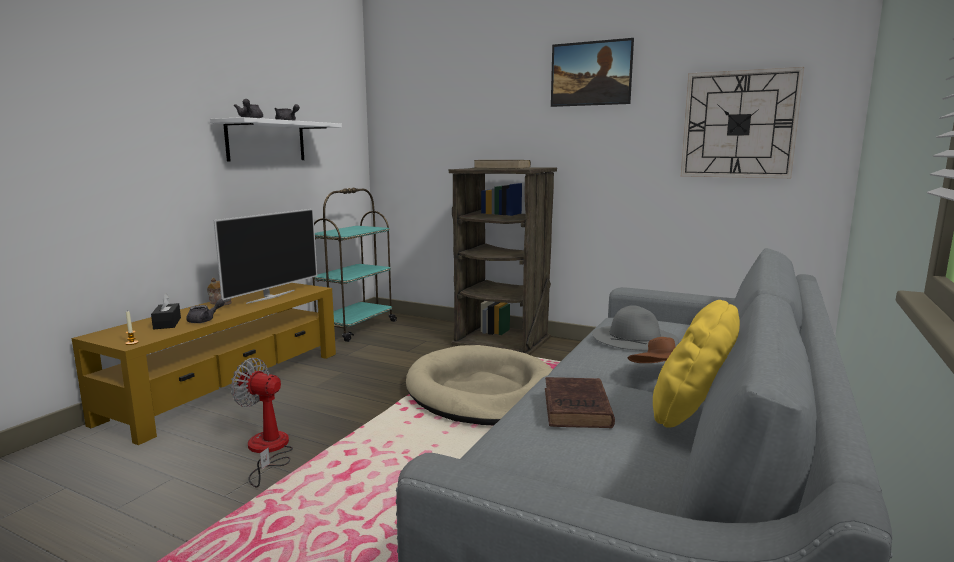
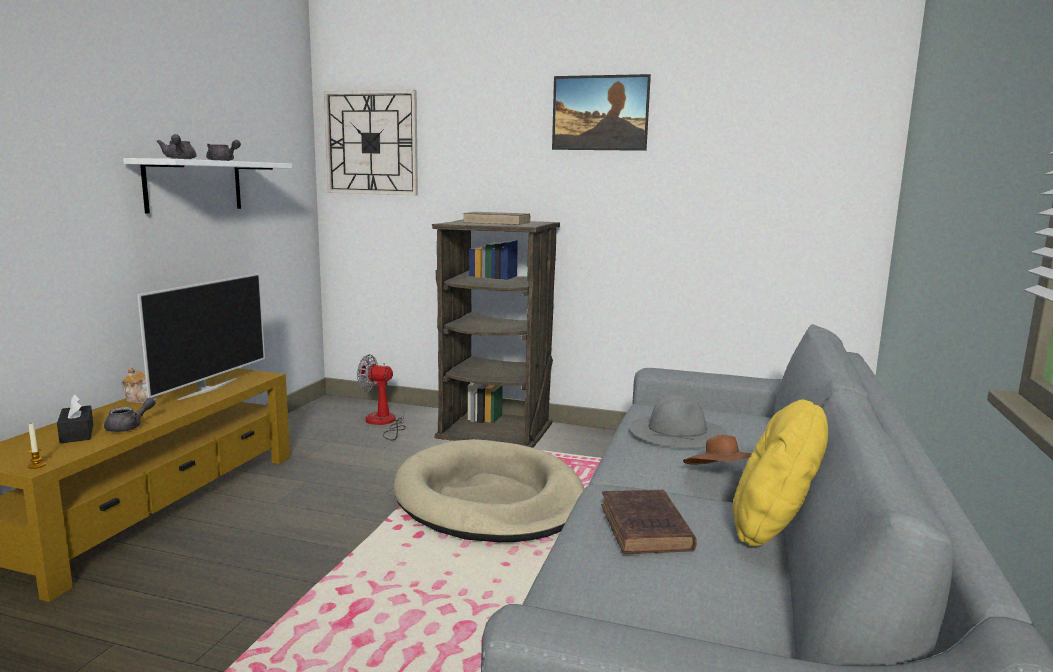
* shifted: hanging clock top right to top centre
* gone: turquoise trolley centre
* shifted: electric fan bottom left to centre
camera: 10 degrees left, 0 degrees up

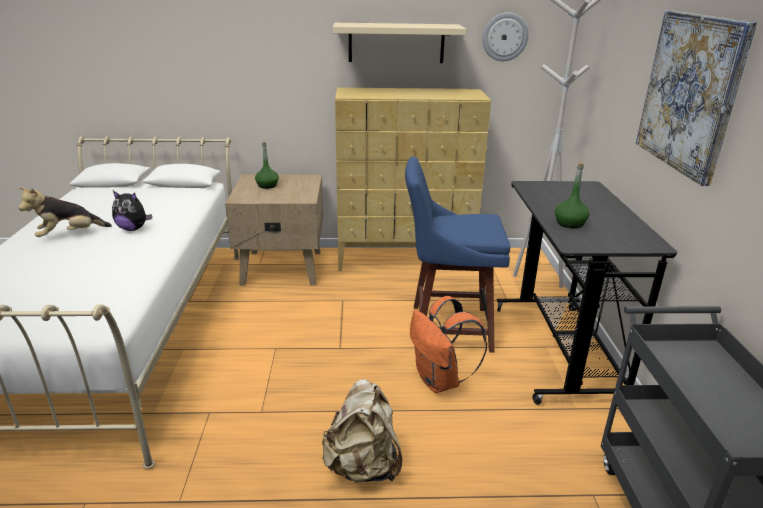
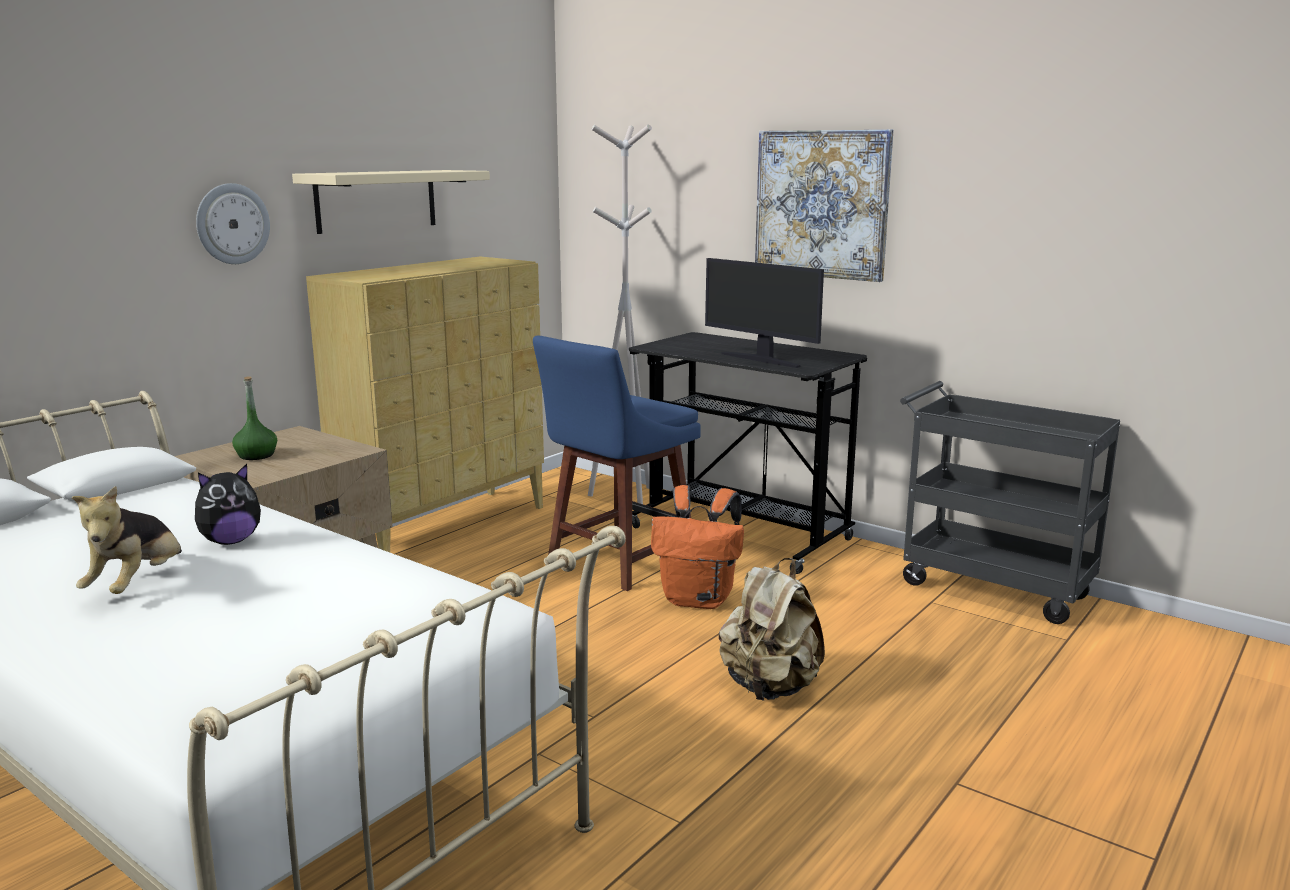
* shifted: hanging clock top centre to top left
* swapped: green bottle (no. 2 from left) middle right to computer screen centre
camera: 50 degrees left, 10 degrees down

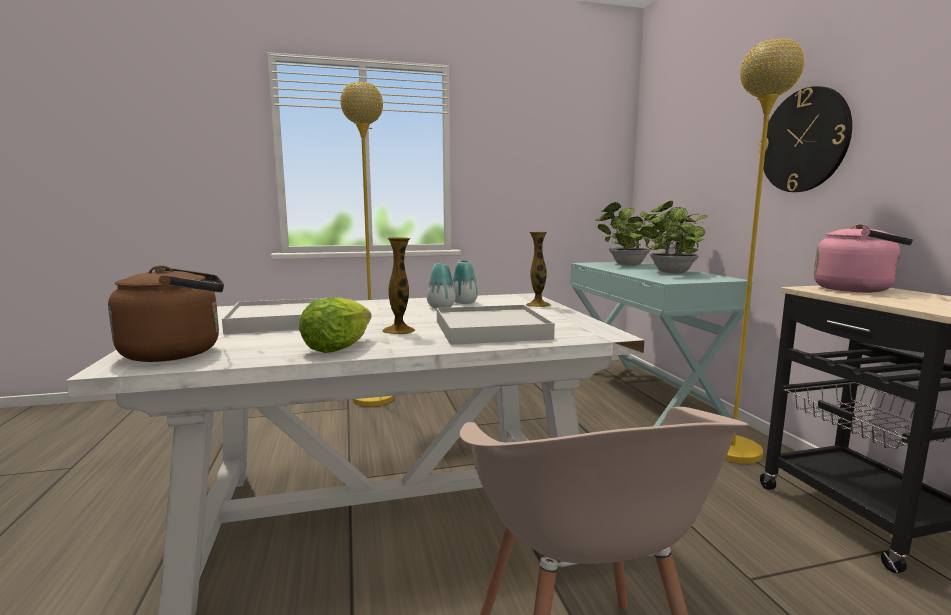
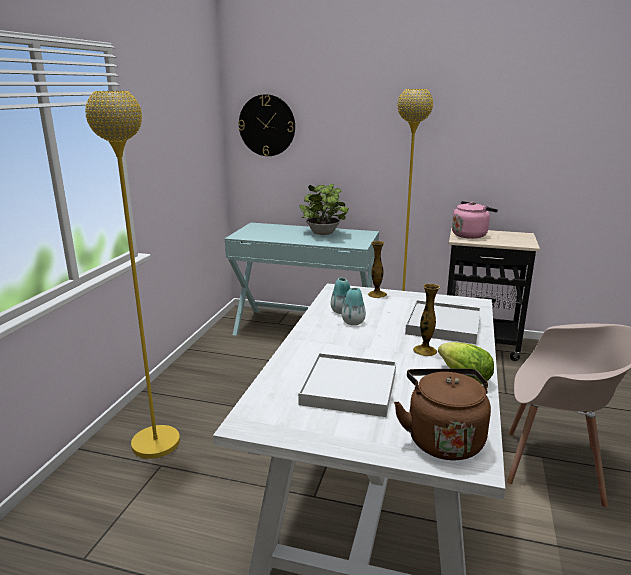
* shifted: hanging clock top right to top centre
* gone: houseplant (no. 1 from left) centre
camera: 60 degrees left, 10 degrees up

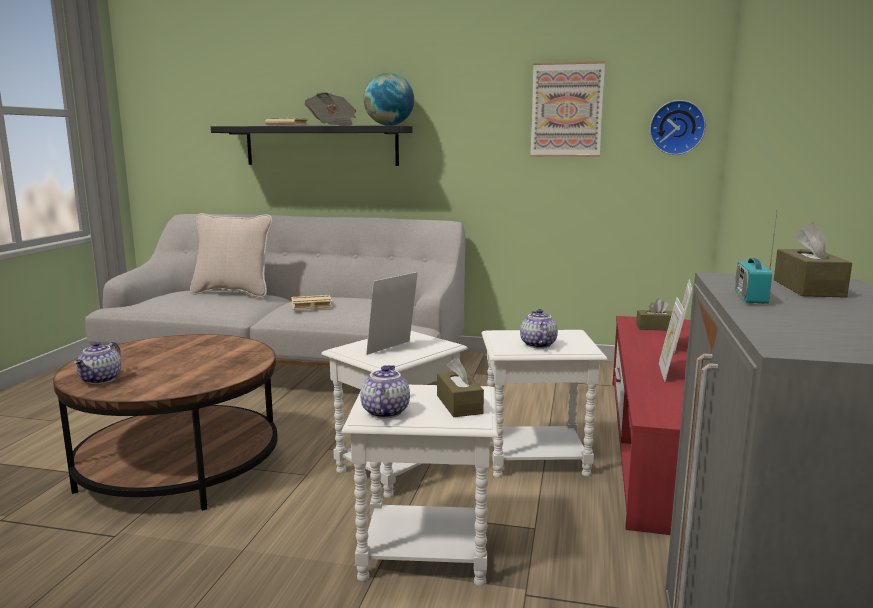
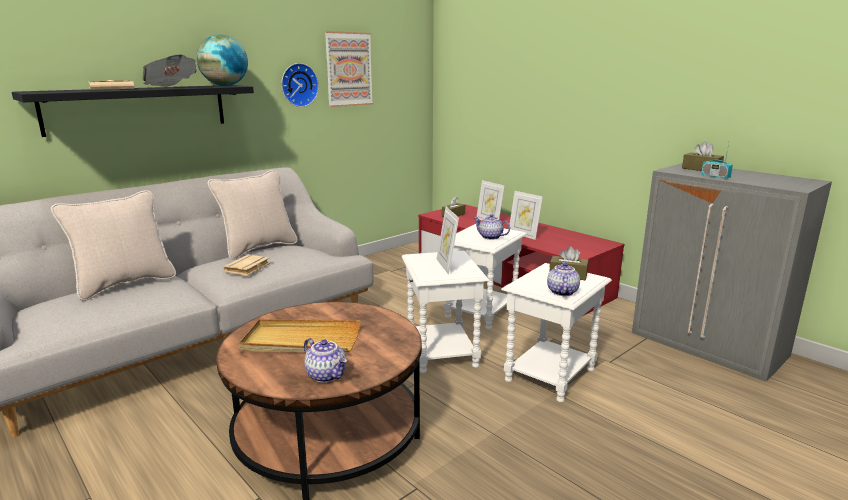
* shifted: hanging clock top right to top centre
* rotated: tea pot (no. 2 from left in the first image) centre = centre 60 degrees clockwise
* new: sand-coloured cushion (no. 2 from left) middle left
* new: sand-coloured serving tray bottom centre
camera: 55 degrees left, 5 degrees up

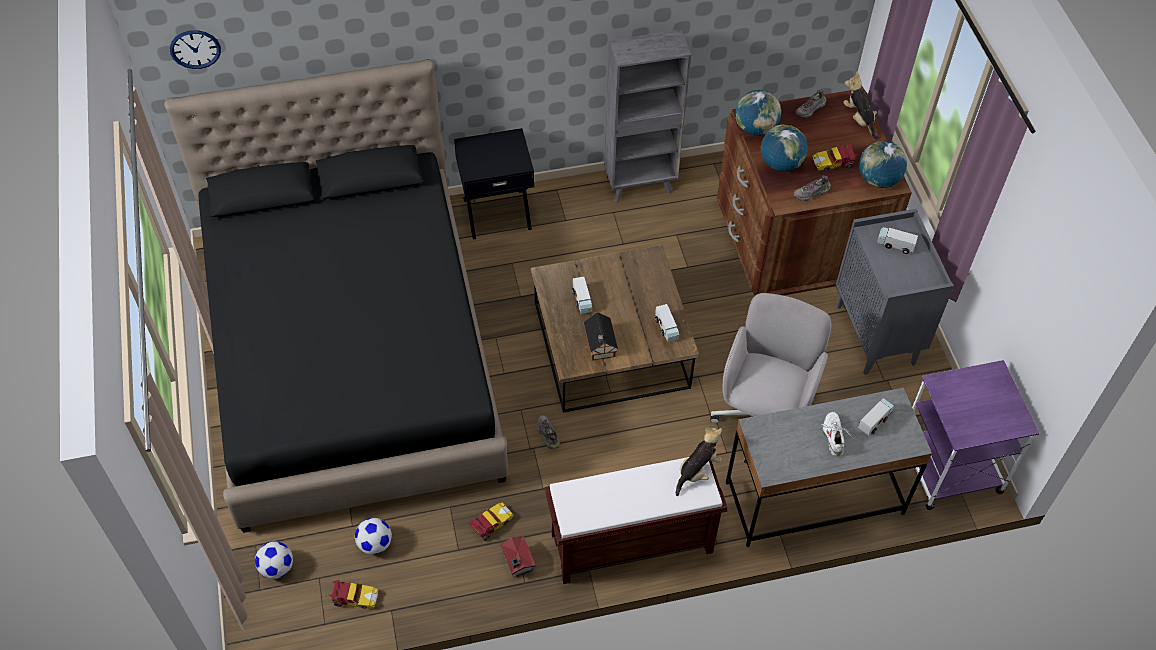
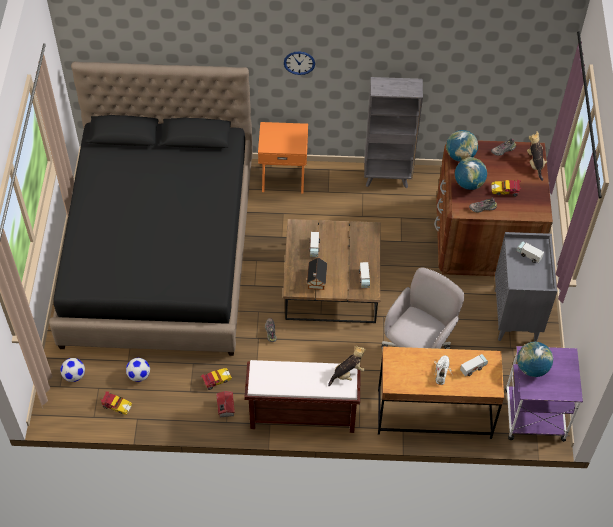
* shifted: hanging clock top left to top centre
* repainted: blackish night table top centre to orange night table top centre
* shifted: globe (no. 3 from left) top right to bottom right
* repainted: gray desk bottom right to brownish desk bottom right
camera: 15 degrees right, 0 degrees up

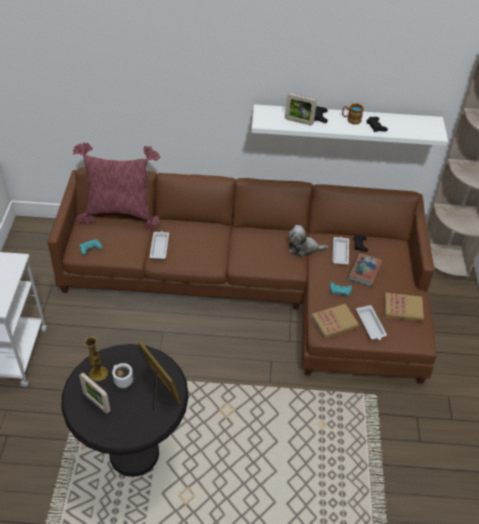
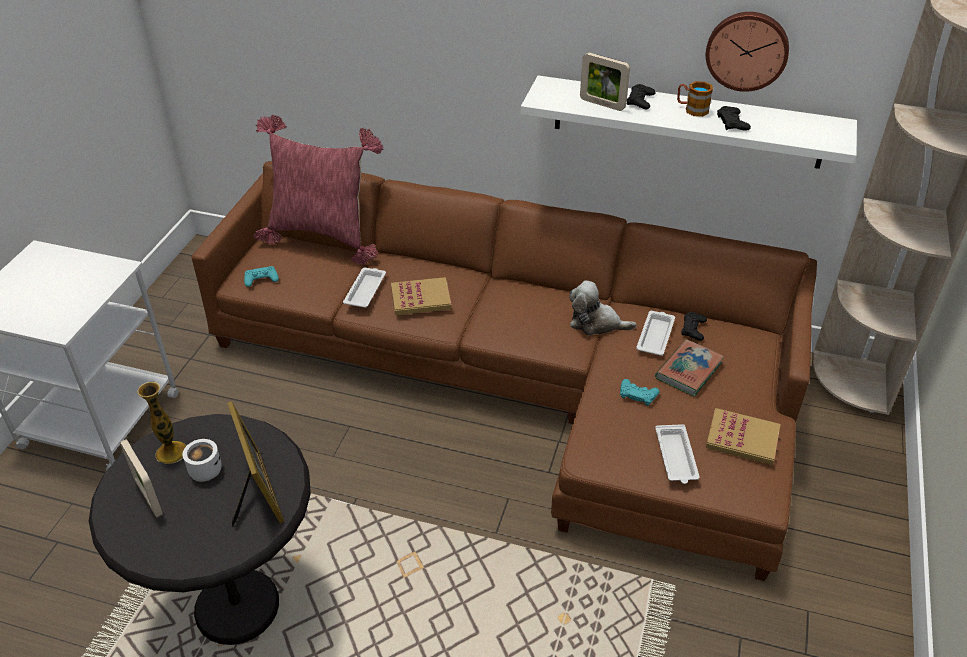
* shifted: bound book (no. 1 from left) middle right to centre
* new: hanging clock top right
camera: 15 degrees right, 5 degrees down

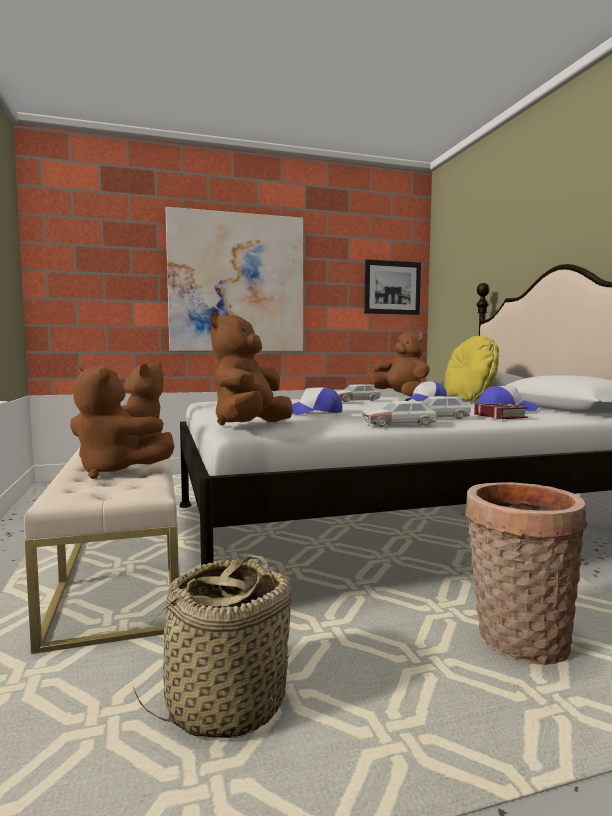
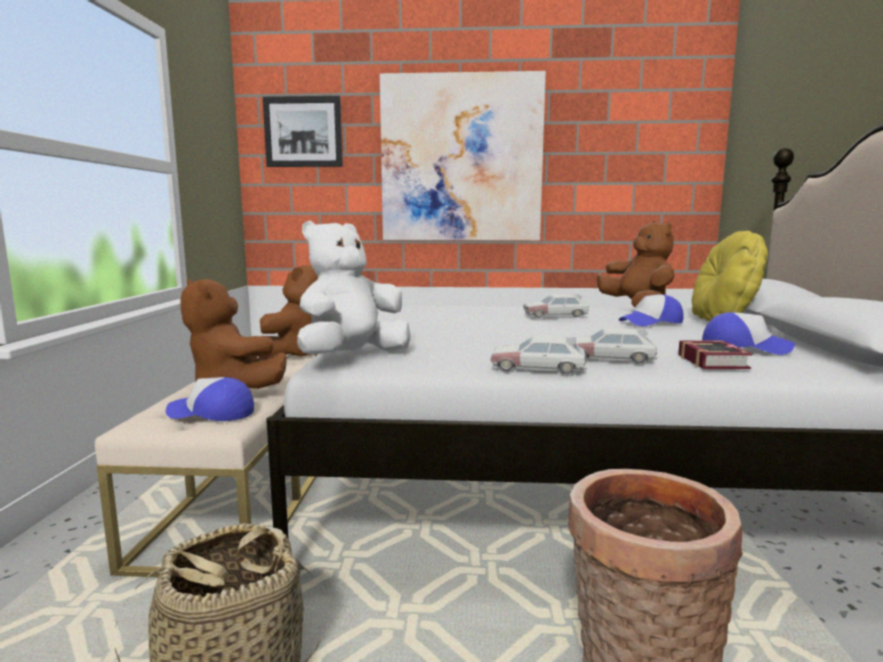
* shifted: wall picture (no. 2 from left in the first image) centre to wall picture (no. 1 from left) top centre
* repainted: brownish cuddly toy (no. 3 from left) centre to whitish cuddly toy centre
* shifted: peaked cap (no. 1 from left) centre to middle left
camera: 20 degrees right, 5 degrees up

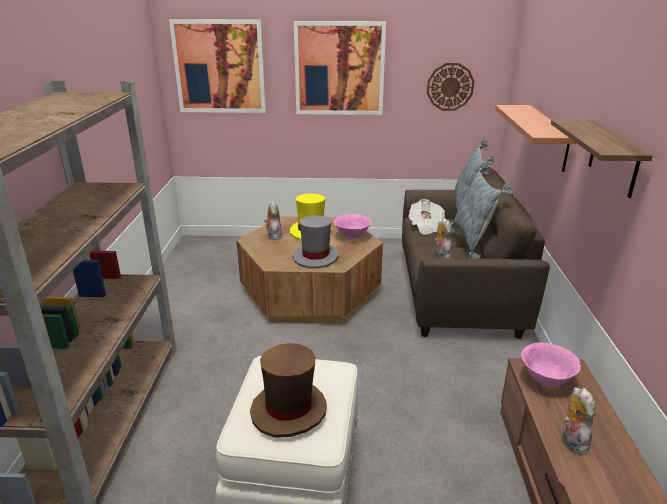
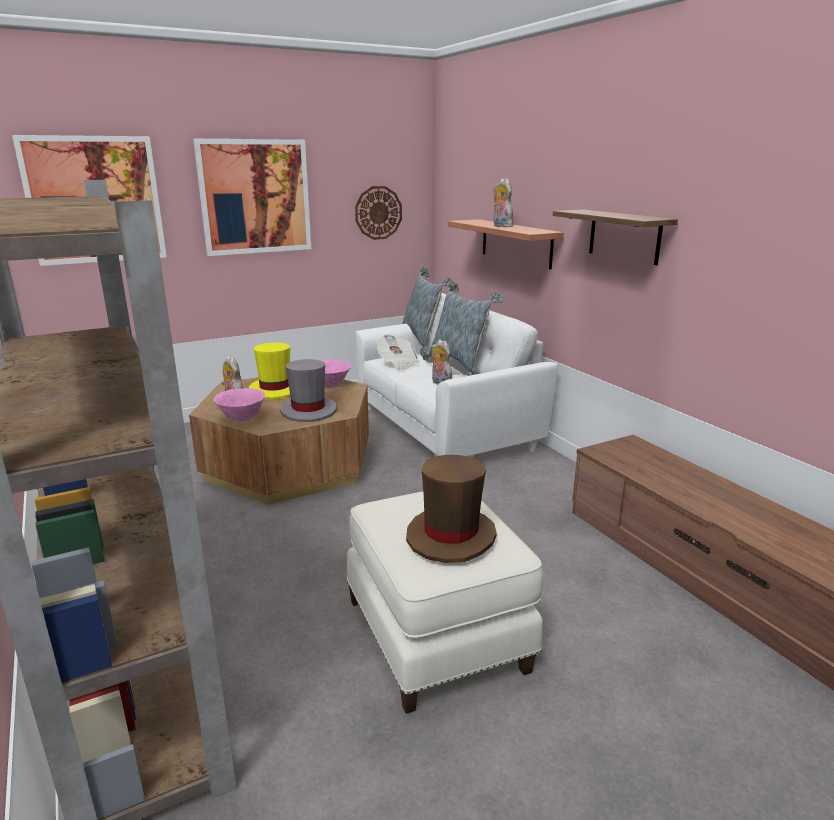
* repainted: brownish couch middle right to whitish couch centre
* shifted: pinkish bowl (no. 2 from left in the first image) bottom right to pinkish bowl (no. 1 from left) middle left
* shifted: cuddly toy (no. 3 from left) bottom right to top centre
camera: 30 degrees left, 5 degrees down

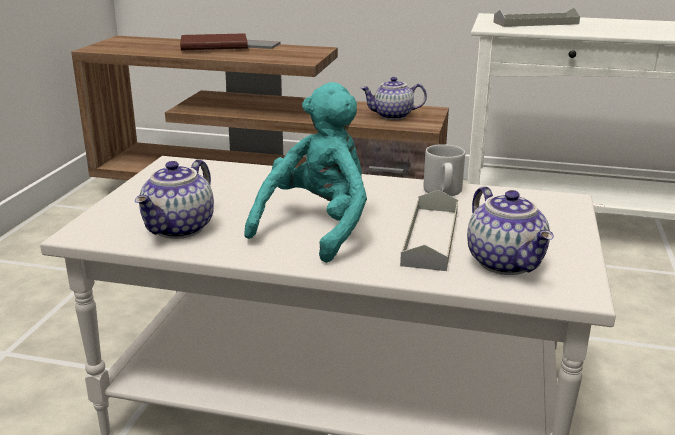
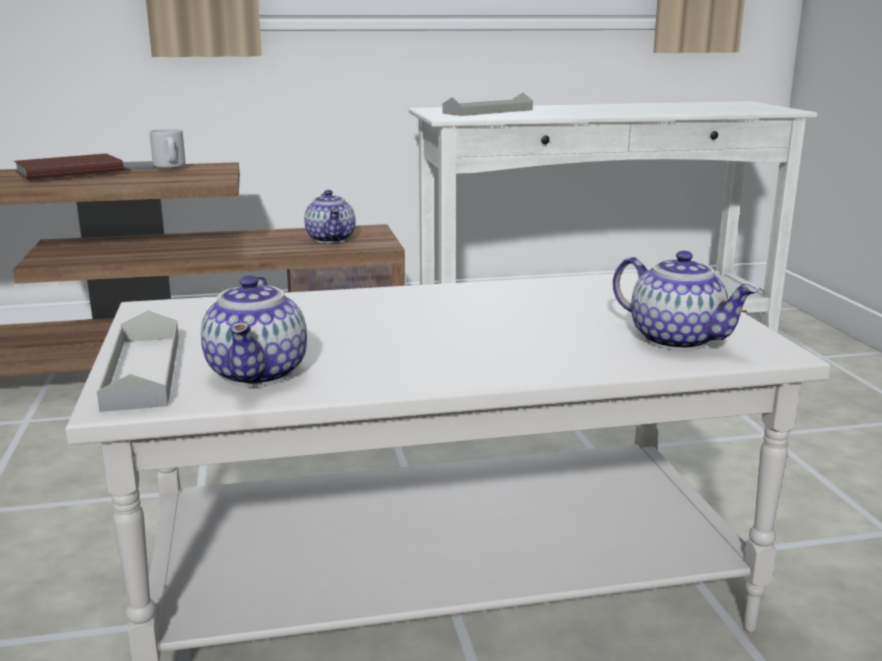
* rotated: tea pot (no. 2 from left) top centre = top centre 75 degrees counterclockwise
* gone: turquoise cuddly toy centre
* shifted: gray mug centre to top left
* shifted: gray serving tray (no. 1 from left) centre to middle left
camera: 25 degrees left, 5 degrees down

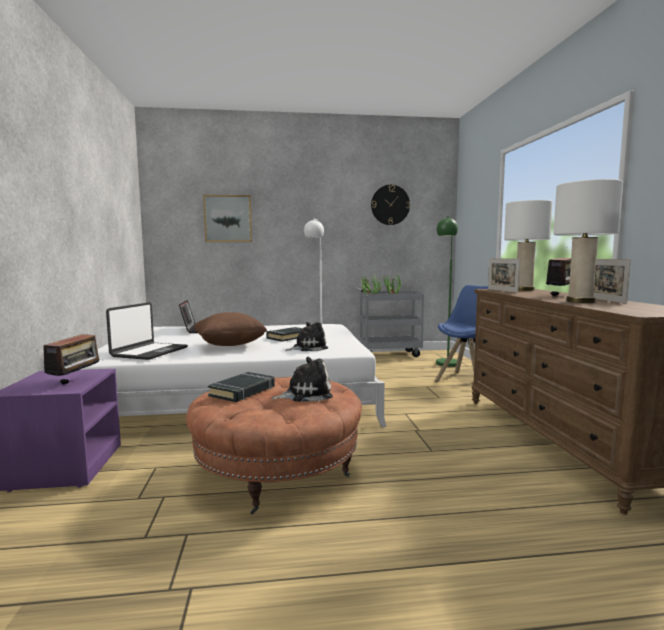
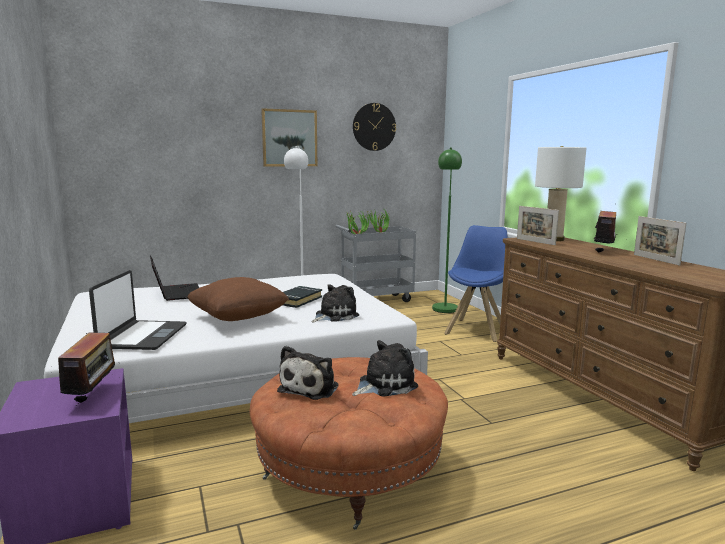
* gone: whitish lamp for a table (no. 2 from left) middle right
* shifted: wall picture centre to top centre
* swapped: blackish bound book (no. 1 from left) centre to cuddly toy (no. 1 from left) bottom centre
camera: 15 degrees left, 5 degrees up

